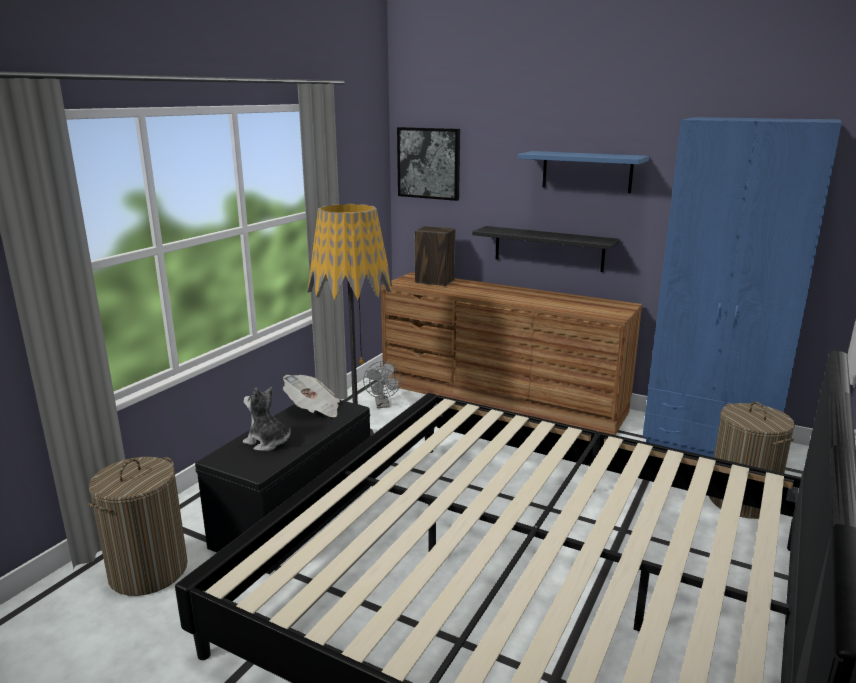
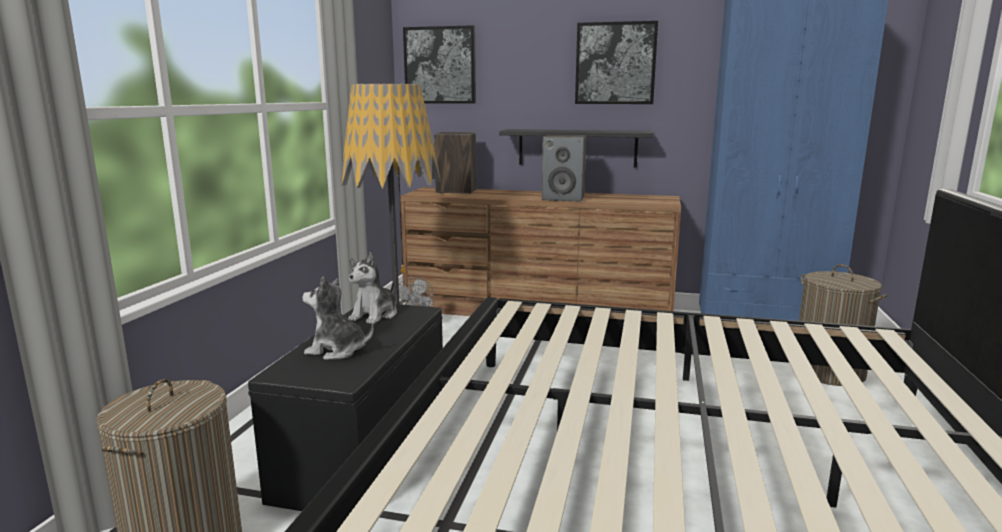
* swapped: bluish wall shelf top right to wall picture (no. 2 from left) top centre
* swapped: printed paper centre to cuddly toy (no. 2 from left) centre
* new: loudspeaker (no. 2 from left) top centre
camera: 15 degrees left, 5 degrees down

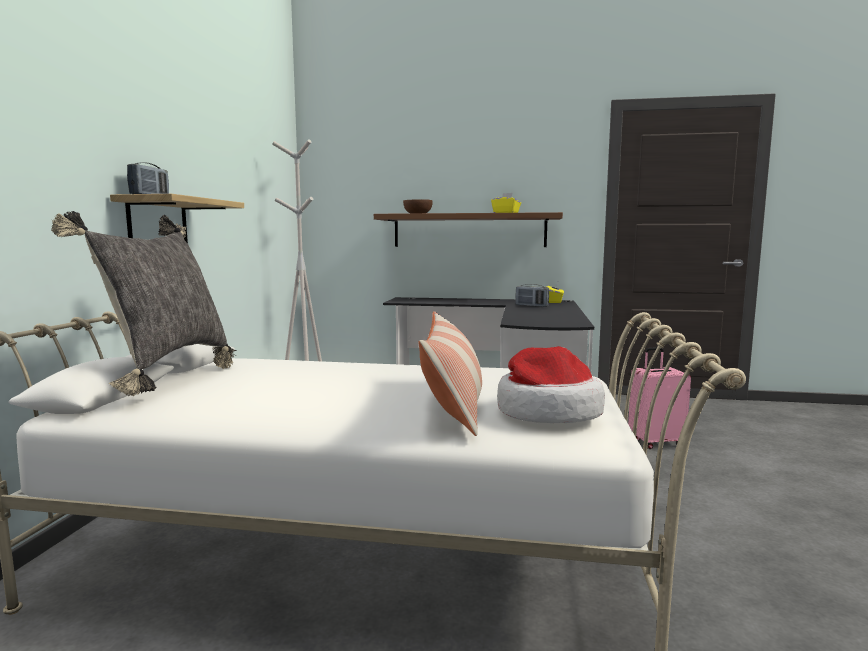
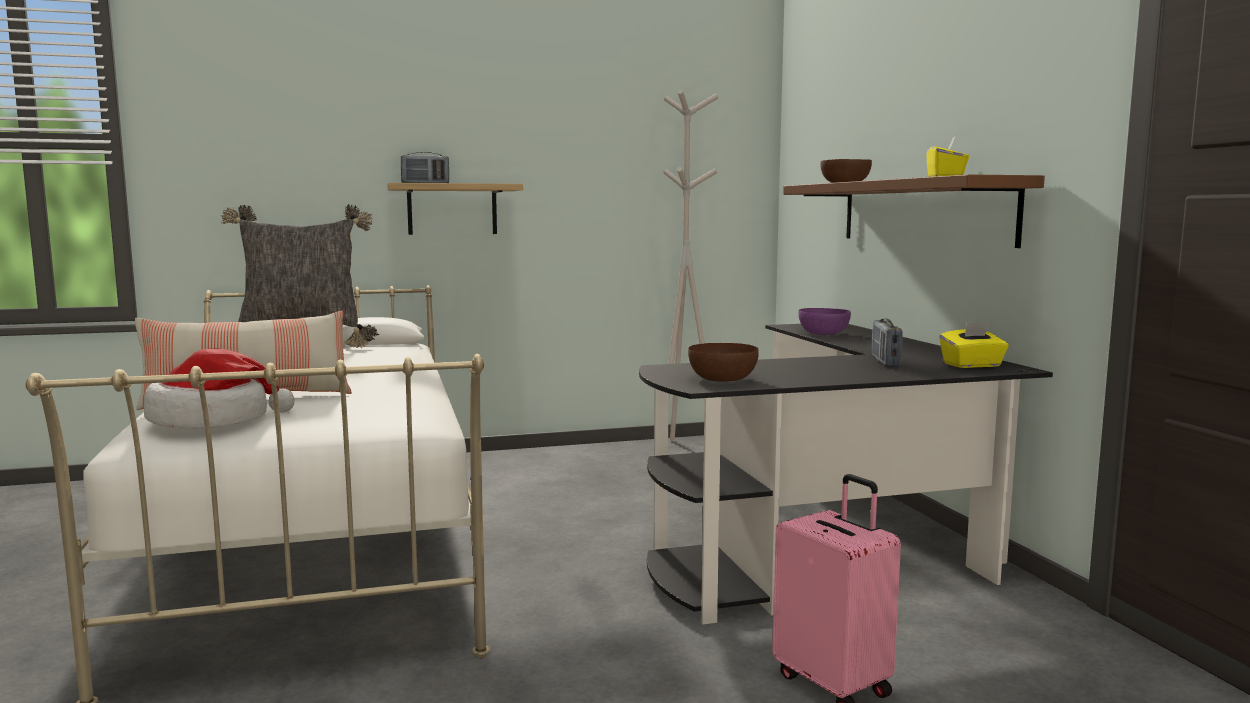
* new: purplish bowl centre
* new: brownish bowl (no. 1 from left) centre
camera: 65 degrees right, 0 degrees up

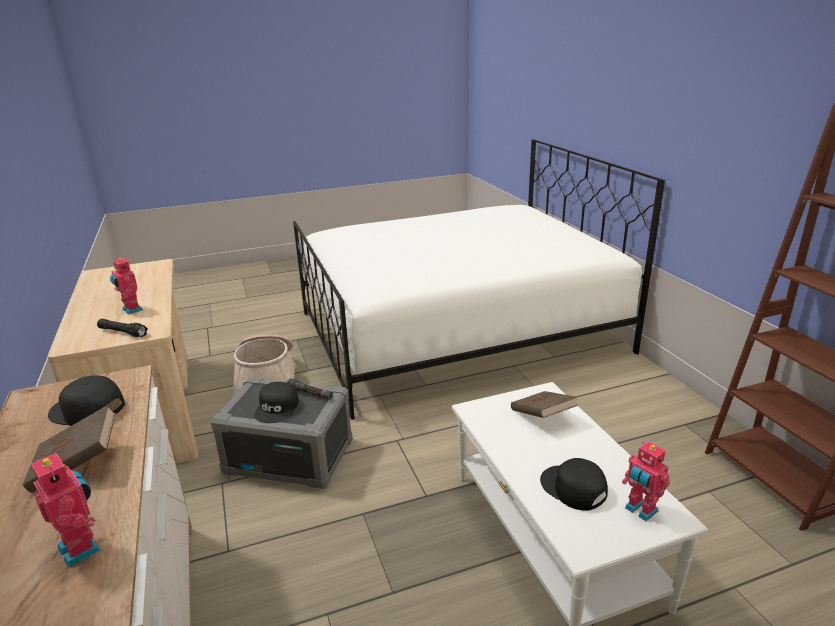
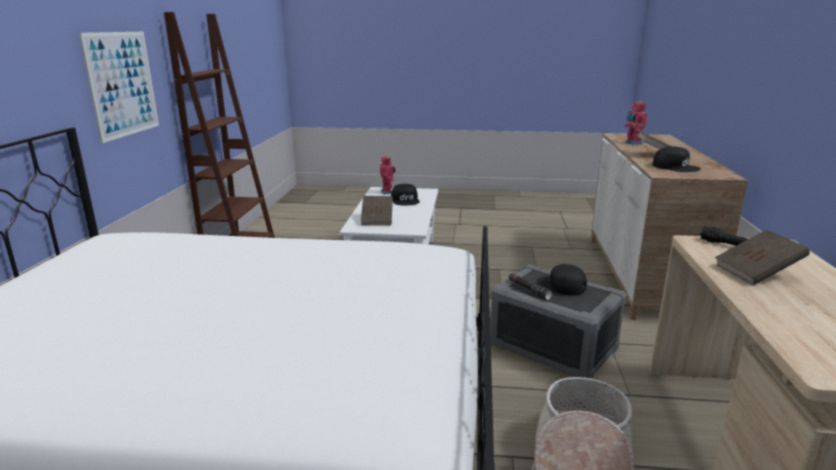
* swapped: toy robot (no. 2 from left) middle left to brownish bound book (no. 3 from left) middle right
* rotated: blackish peaked cap (no. 2 from left) middle left = middle right 90 degrees counterclockwise
* new: wall picture top left
camera: 155 degrees left, 5 degrees down

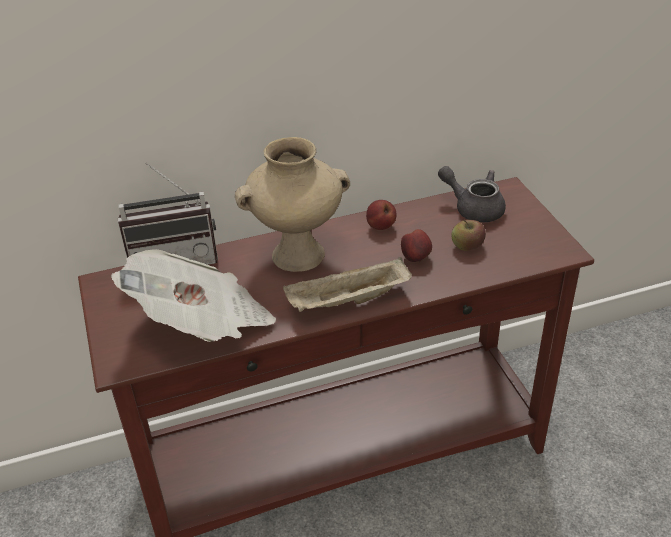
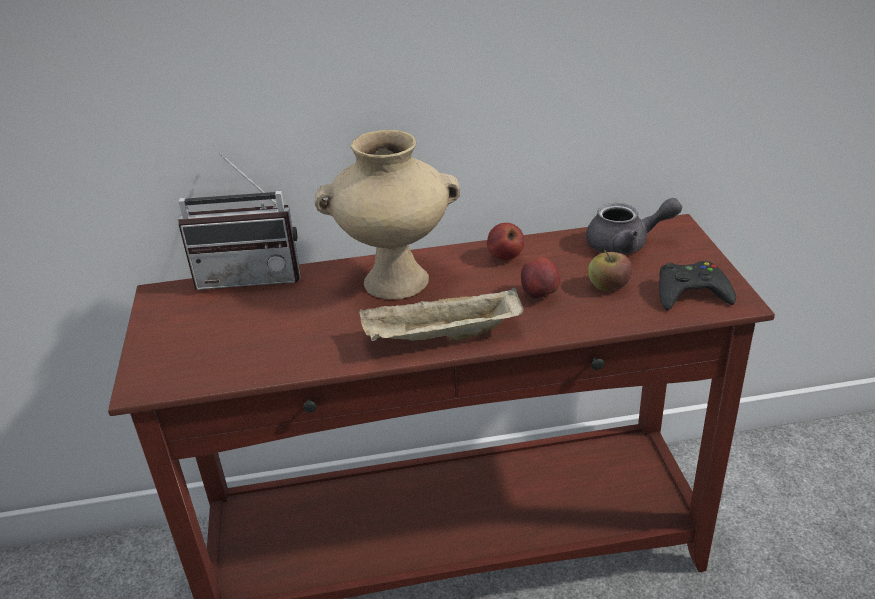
* rotated: gray tea pot middle right = middle right 135 degrees clockwise
* gone: printed paper middle left
* new: blackish gamepad middle right
camera: 10 degrees right, 5 degrees down

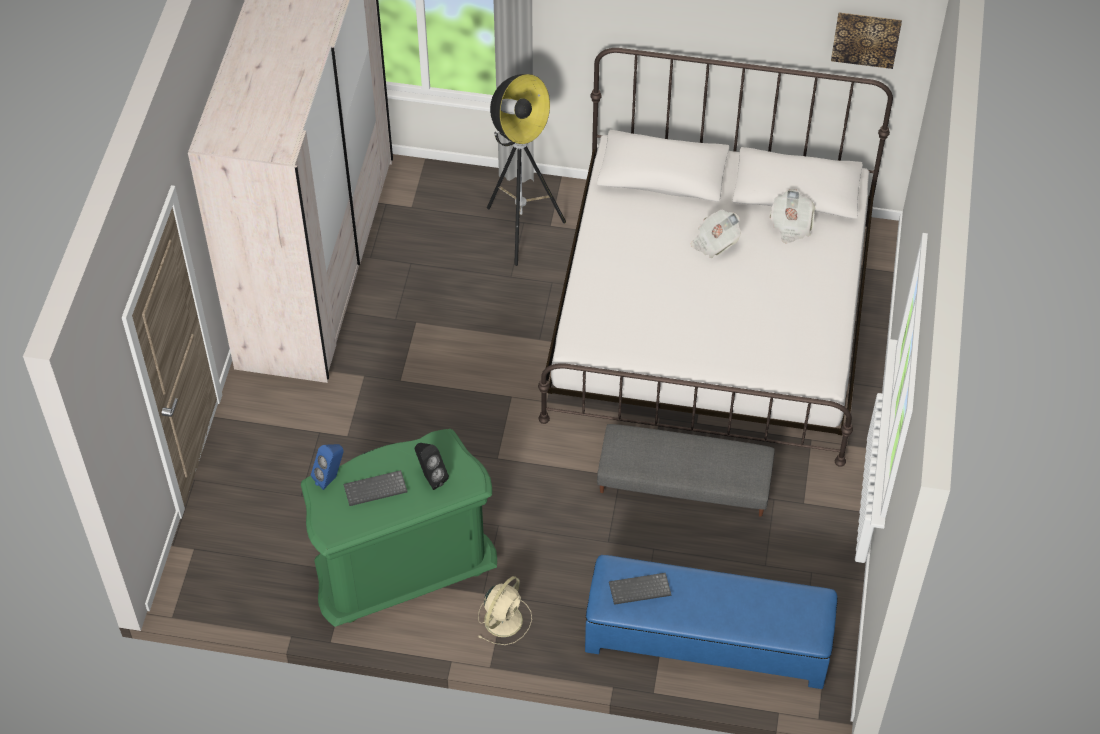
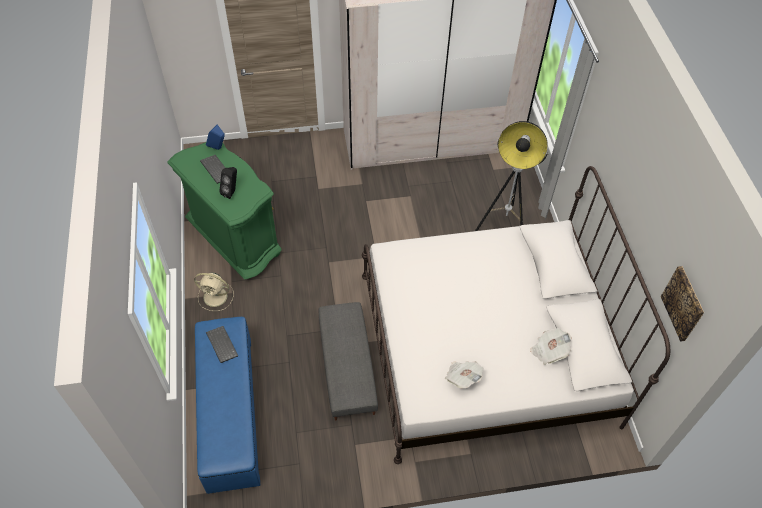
* shifted: printed paper (no. 1 from left) top centre to bottom centre
camera: 70 degrees right, 0 degrees up

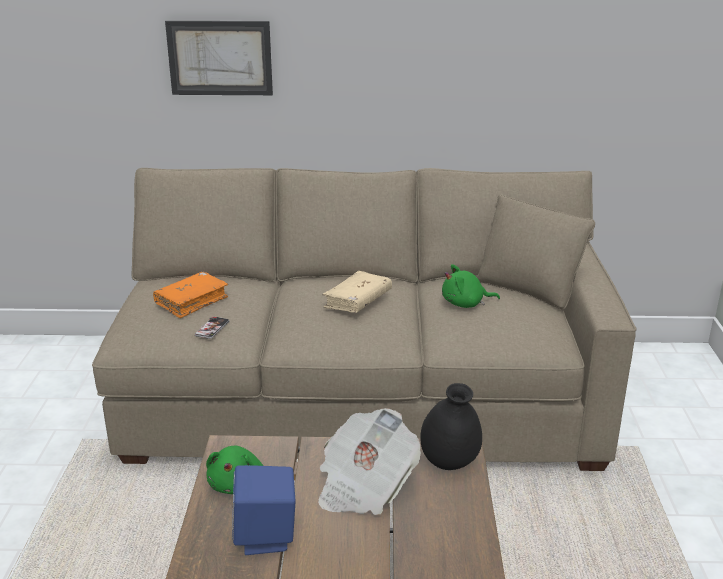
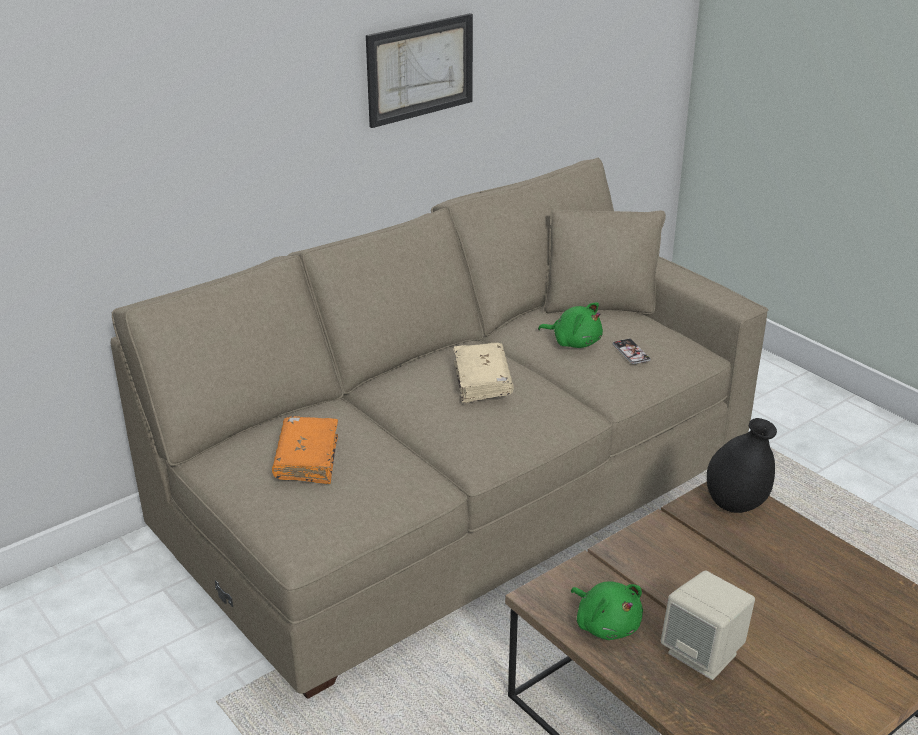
* shifted: wall picture top left to top centre
* rotated: green cuddly toy (no. 2 from left in the first image) centre = centre 105 degrees counterclockwise
* shifted: telephone middle left to middle right
* gone: printed paper bottom centre
* repainted: bluish loudspeaker bottom centre to sand-coloured loudspeaker bottom right
camera: 40 degrees left, 5 degrees up

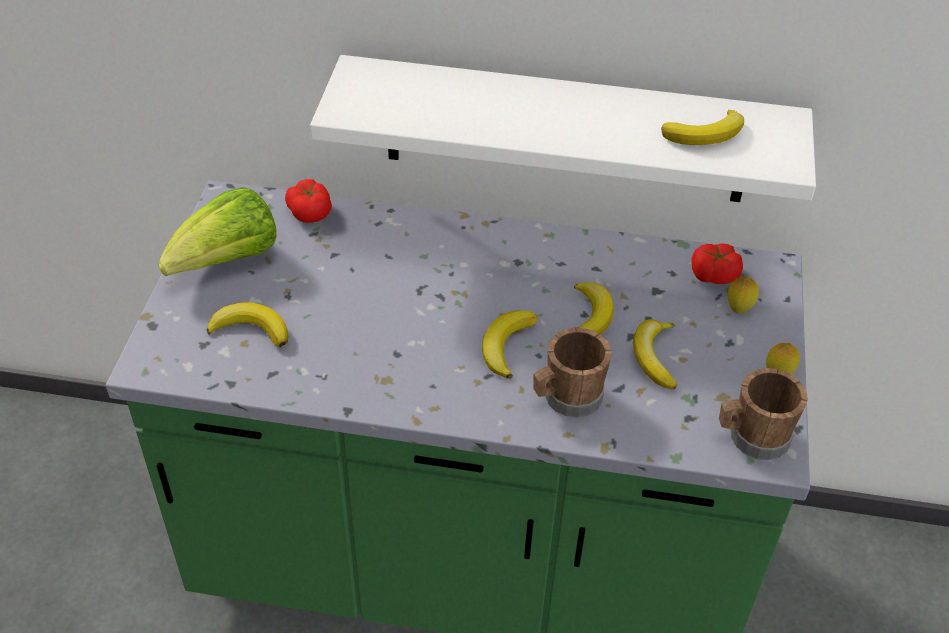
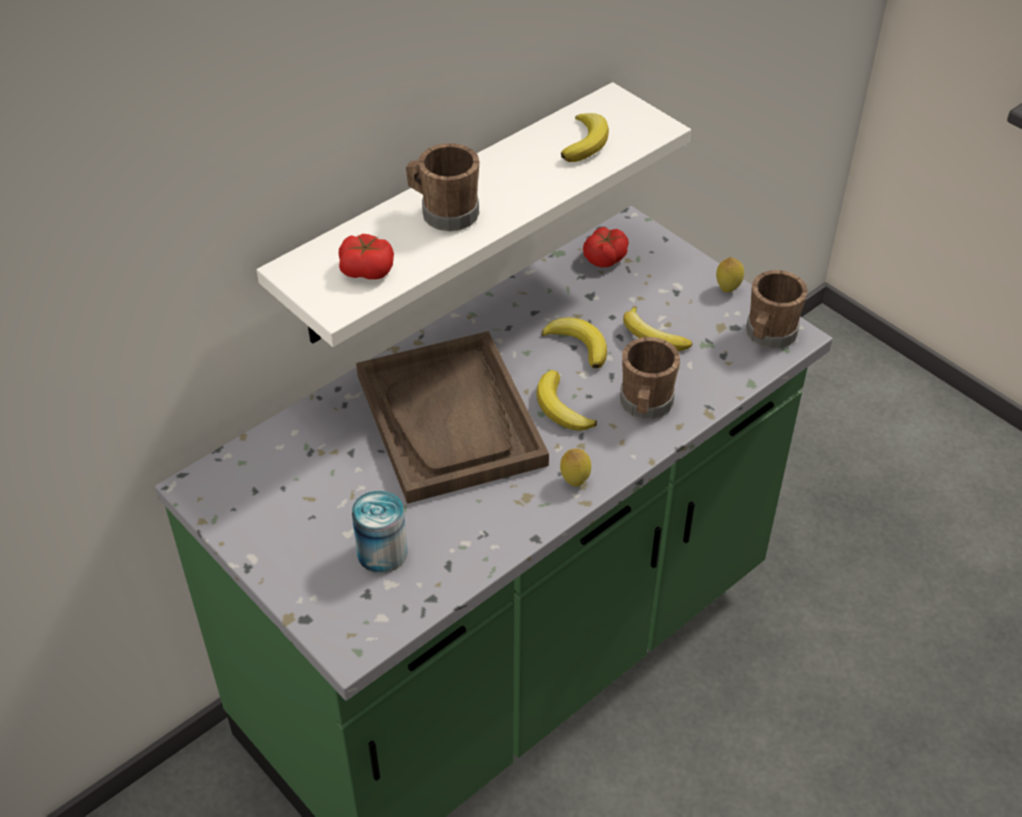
* shifted: tomato (no. 1 from left) top left to top centre
* gone: lettuce head middle left
* shifted: whole lemon (no. 1 from left) middle right to centre
* swapped: banana (no. 1 from left) middle left to sealed can centre
* new: brownish mug (no. 1 from left) top centre
* new: brownish serving tray centre
camera: 50 degrees left, 0 degrees up

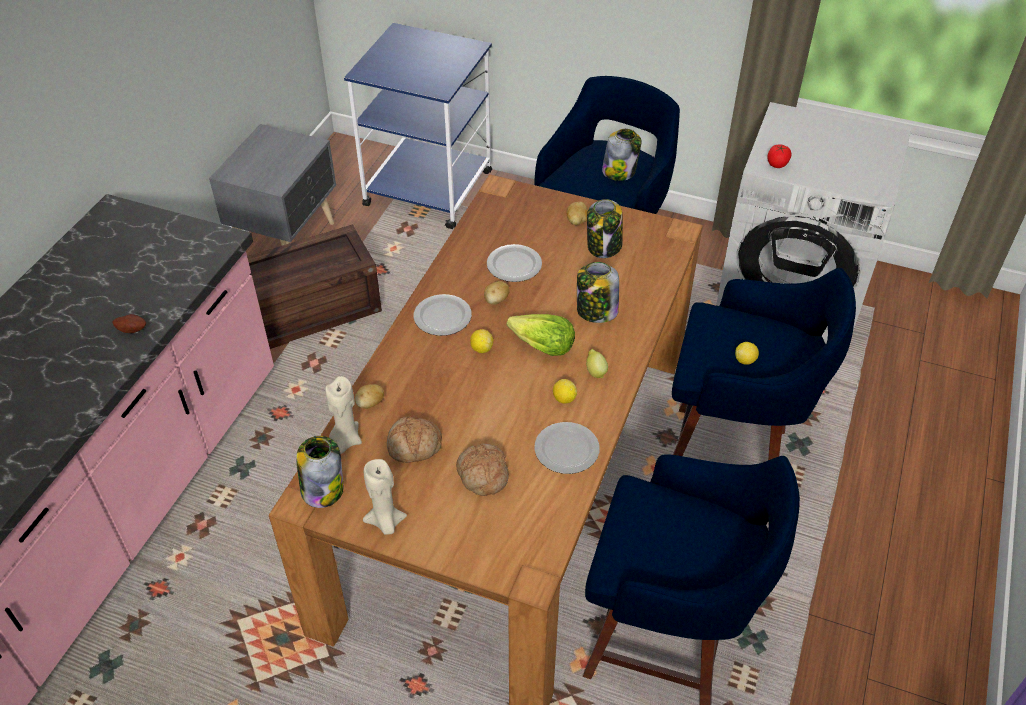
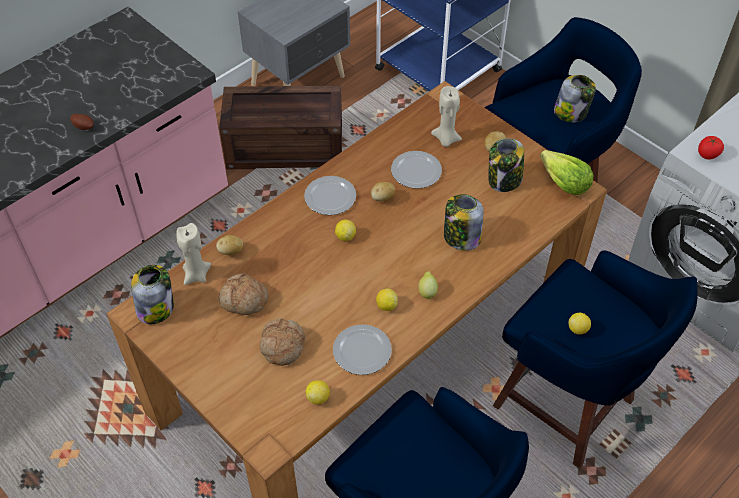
* shifted: lettuce head centre to middle right
* shifted: sand-coloured wax light (no. 2 from left) bottom centre to top centre
* new: whole lemon (no. 1 from left) bottom centre
camera: 25 degrees right, 5 degrees up

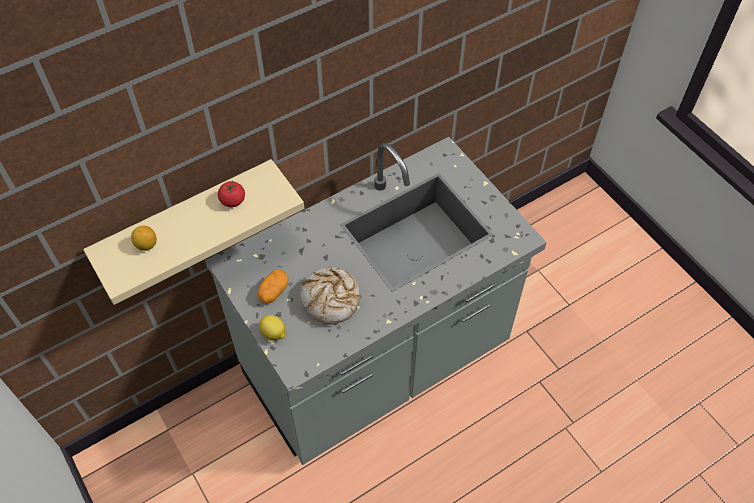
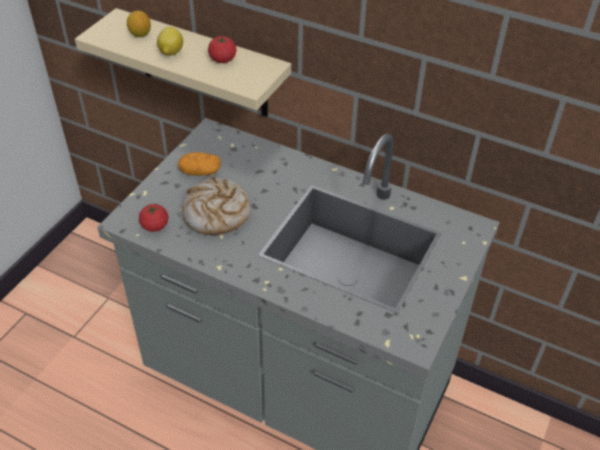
* shifted: whole lemon (no. 2 from left) centre to top left
* new: tomato (no. 1 from left) middle left
camera: 60 degrees right, 10 degrees down

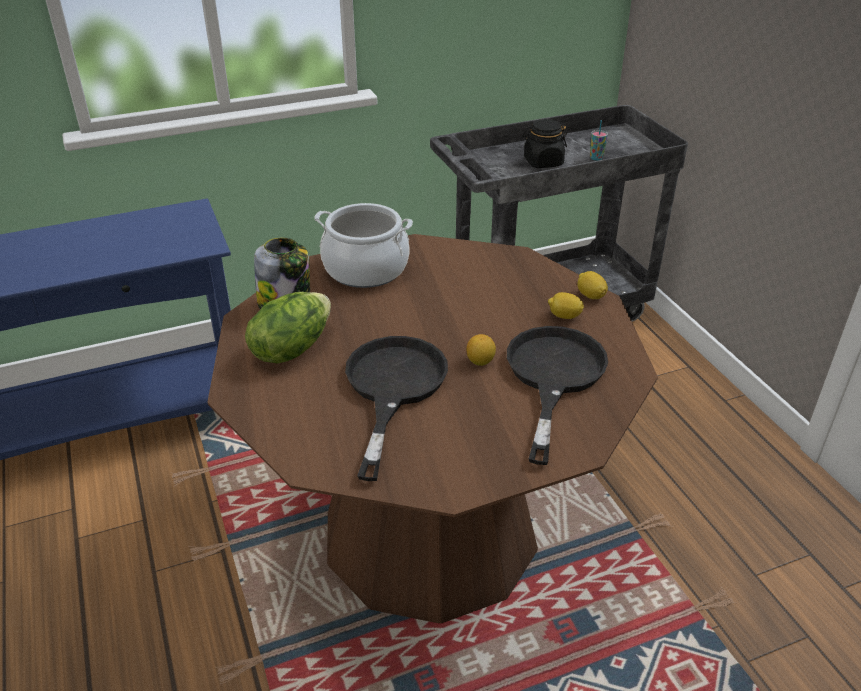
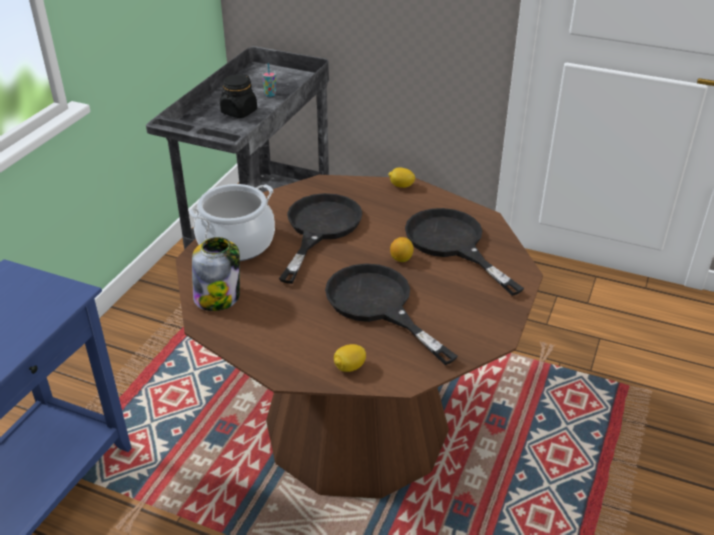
* gone: lettuce head centre
* shifted: whole lemon (no. 2 from left in the first image) centre to whole lemon (no. 1 from left) bottom centre
* new: blackish skillet (no. 1 from left) centre
camera: 45 degrees left, 0 degrees up

